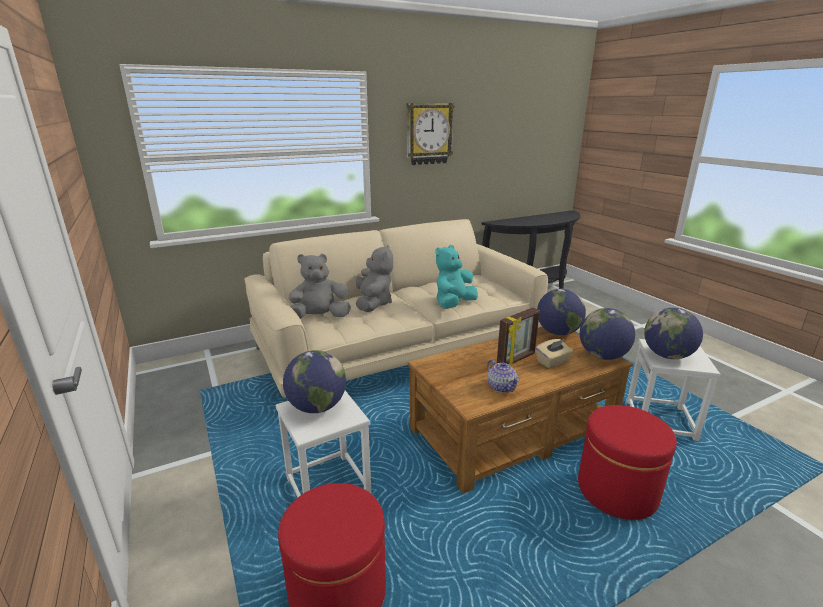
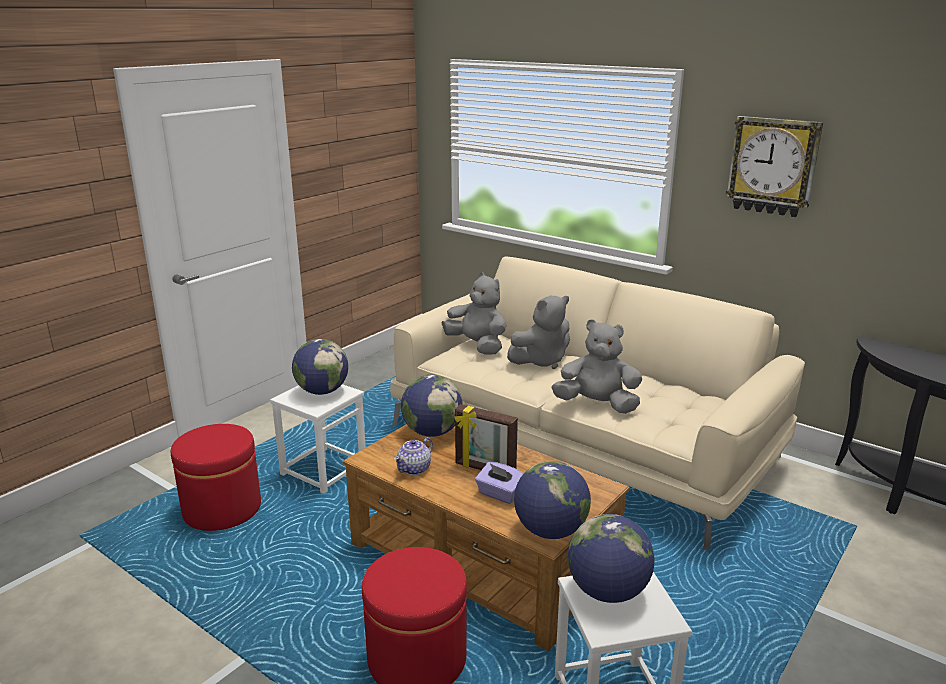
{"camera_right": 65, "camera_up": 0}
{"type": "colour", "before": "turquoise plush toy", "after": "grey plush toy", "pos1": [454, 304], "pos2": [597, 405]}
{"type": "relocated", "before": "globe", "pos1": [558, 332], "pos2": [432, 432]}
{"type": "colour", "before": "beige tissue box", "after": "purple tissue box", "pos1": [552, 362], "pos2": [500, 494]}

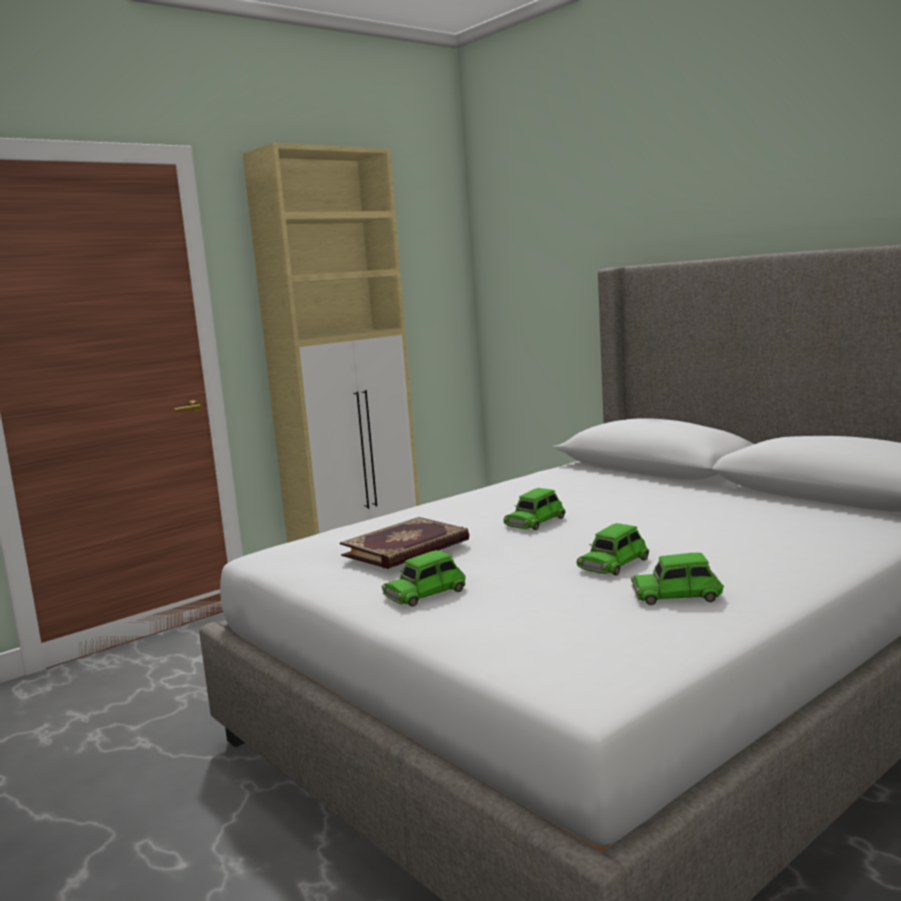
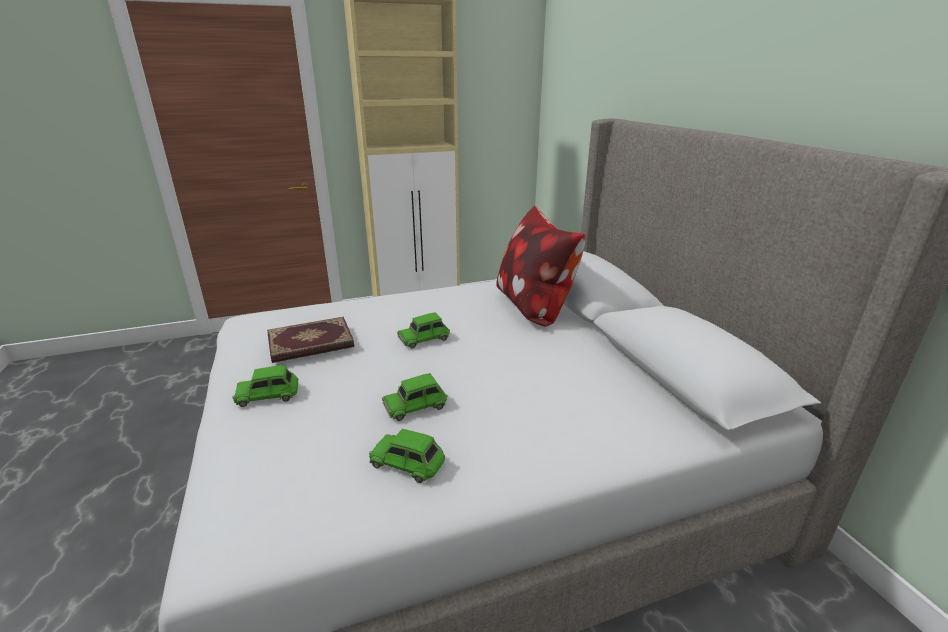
{"camera_right": 20, "camera_up": 15}
{"type": "appeared", "after": "pillow", "pos2": [534, 306]}

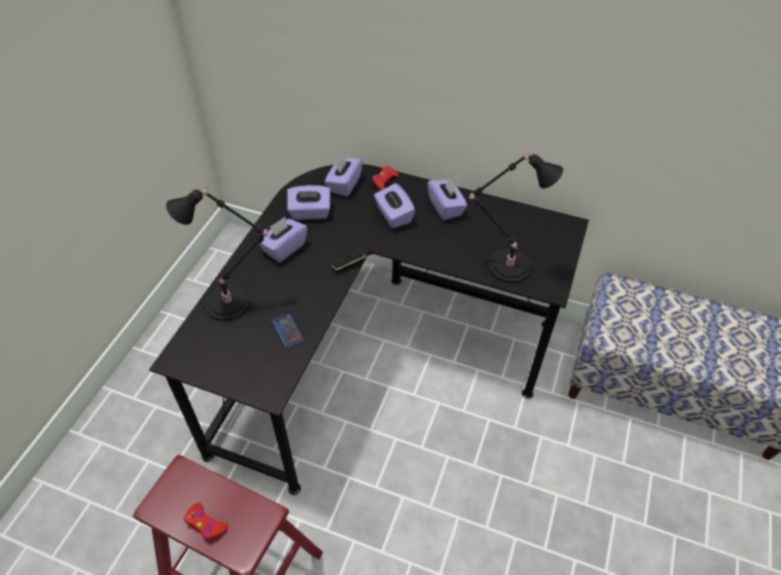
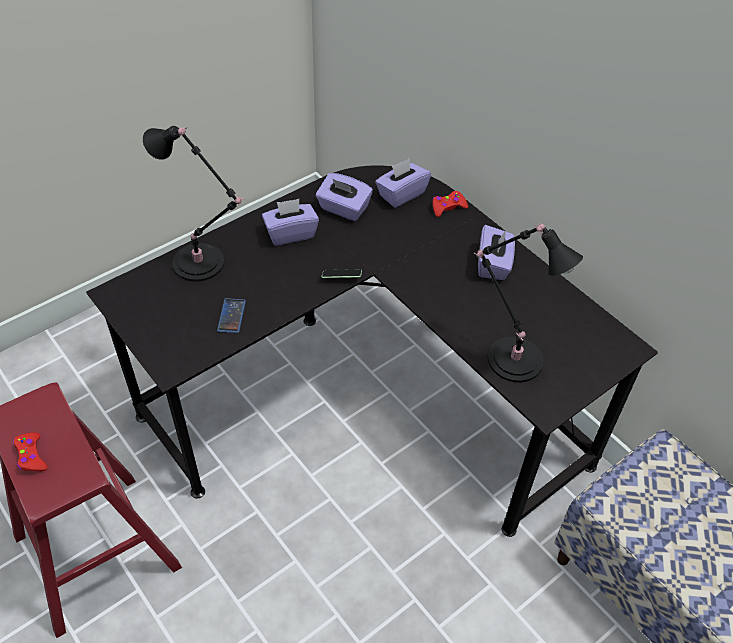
{"camera_right": 30, "camera_up": 0}
{"type": "missing", "before": "purple tissue box", "pos1": [393, 216]}

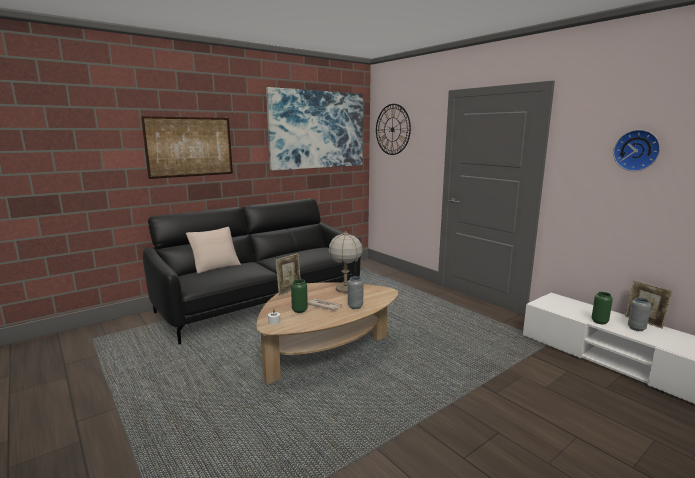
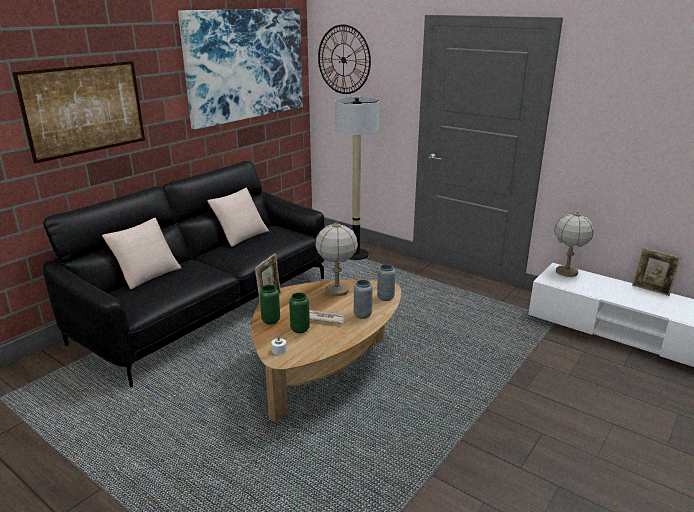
{"camera_right": -15, "camera_up": 10}
{"type": "missing", "before": "wall clock", "pos1": [637, 150]}
{"type": "relocated", "before": "green vase", "pos1": [599, 322], "pos2": [271, 320]}
{"type": "relocated", "before": "grey vase", "pos1": [636, 328], "pos2": [385, 297]}
{"type": "appeared", "after": "floor lamp", "pos2": [356, 255]}
{"type": "appeared", "after": "beige pillow", "pos2": [240, 235]}
{"type": "appeared", "after": "table lamp", "pos2": [566, 272]}

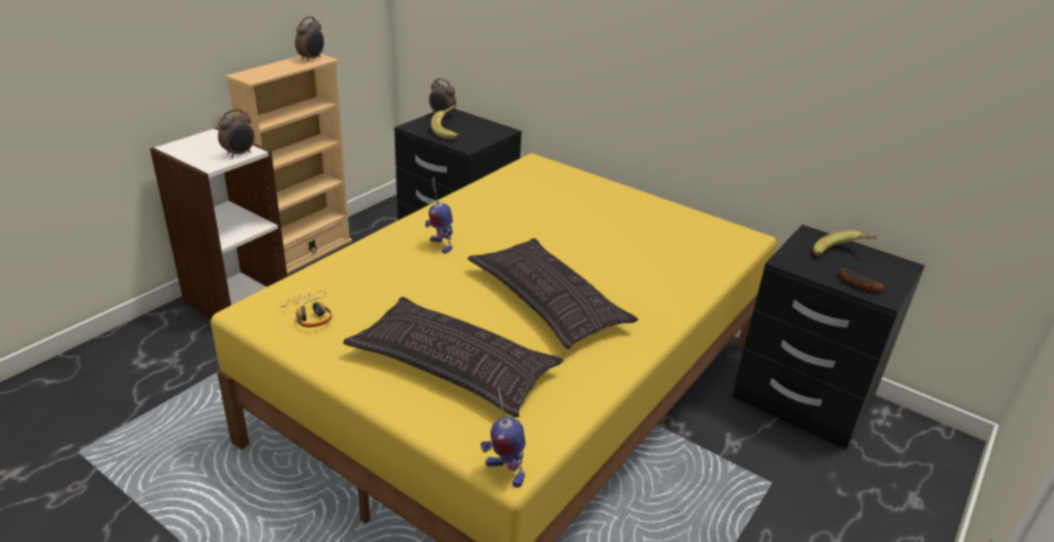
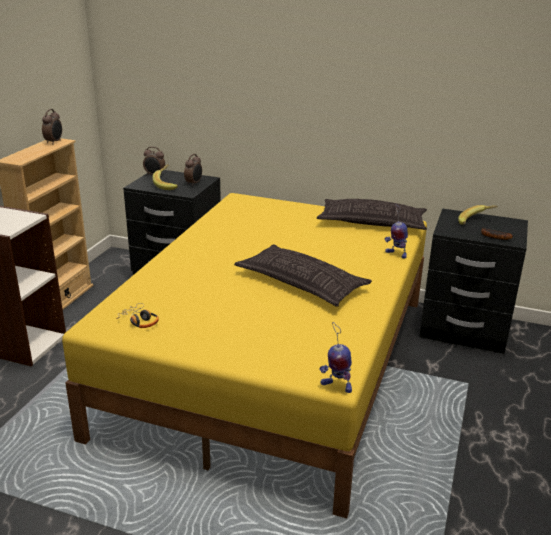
{"camera_right": -15, "camera_up": -5}
{"type": "relocated", "before": "alarm clock", "pos1": [239, 154], "pos2": [194, 183]}
{"type": "relocated", "before": "toy robot", "pos1": [440, 245], "pos2": [396, 254]}
{"type": "relocated", "before": "pillow", "pos1": [453, 365], "pos2": [372, 222]}

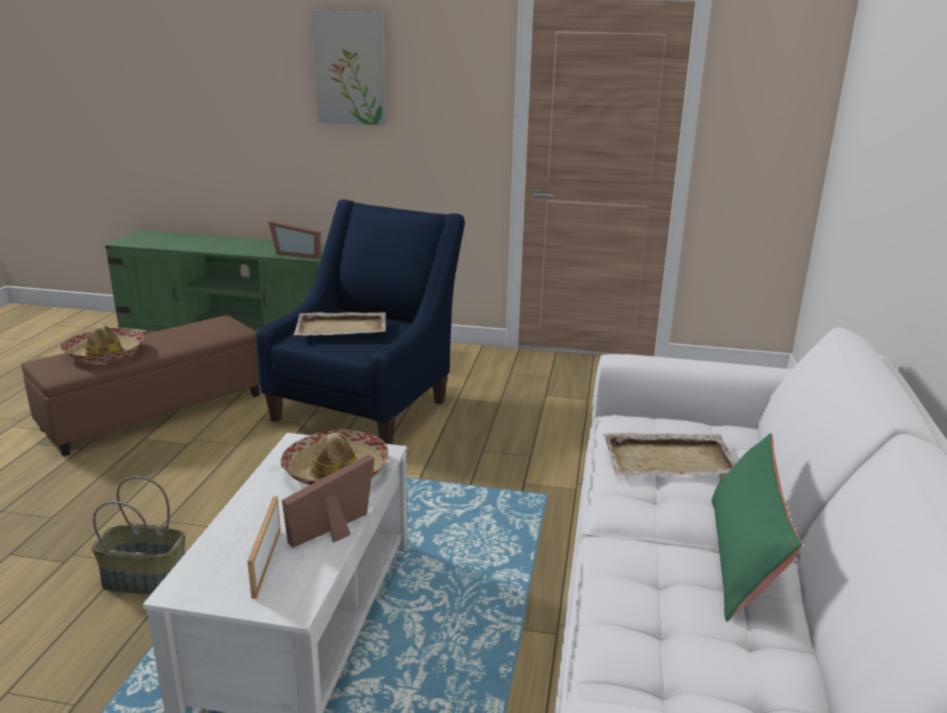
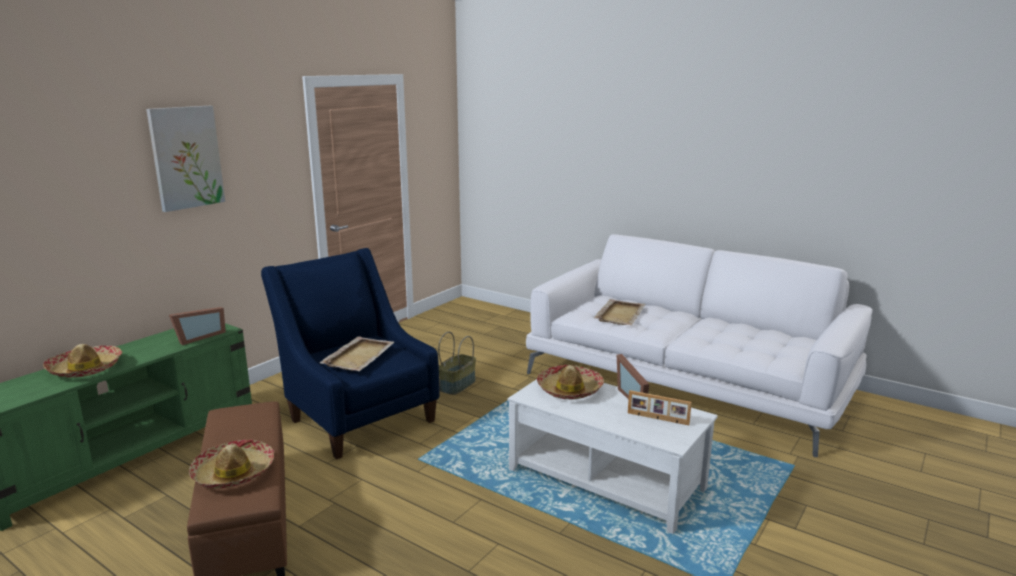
{"camera_right": -65, "camera_up": -5}
{"type": "missing", "before": "green pillow", "pos1": [743, 557]}
{"type": "relocated", "before": "basket", "pos1": [147, 579], "pos2": [457, 385]}
{"type": "appeared", "after": "hat", "pos2": [85, 369]}

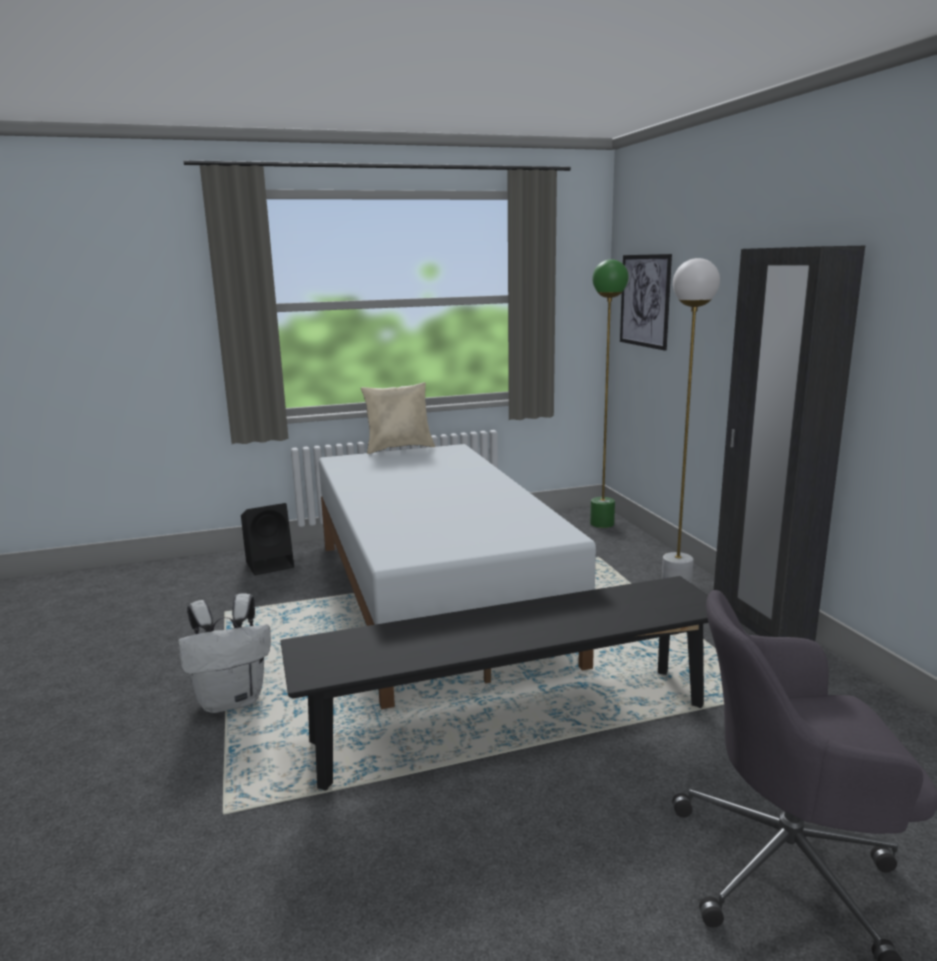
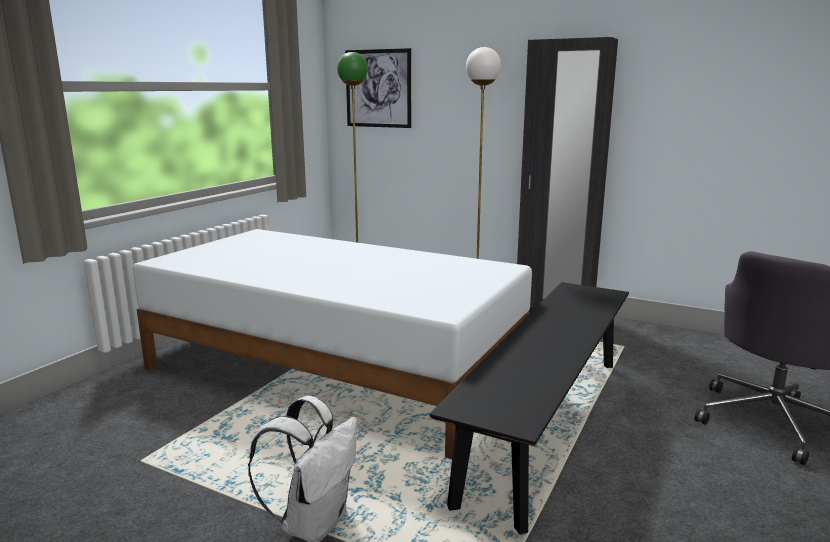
{"camera_right": -45, "camera_up": 0}
{"type": "missing", "before": "beige pillow", "pos1": [399, 448]}
{"type": "missing", "before": "black speaker", "pos1": [271, 564]}

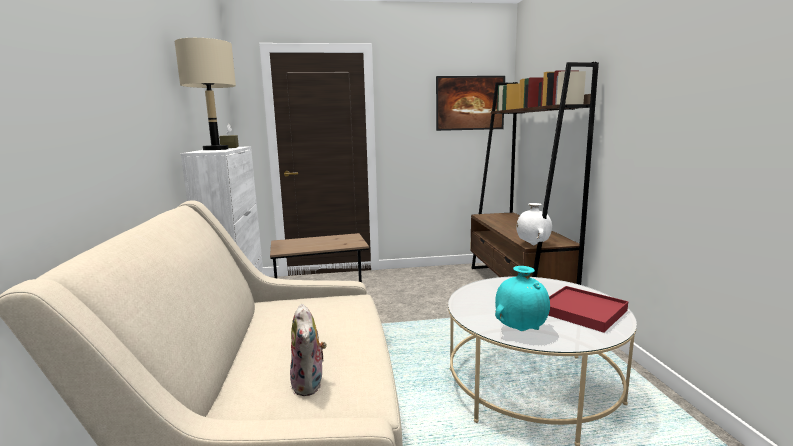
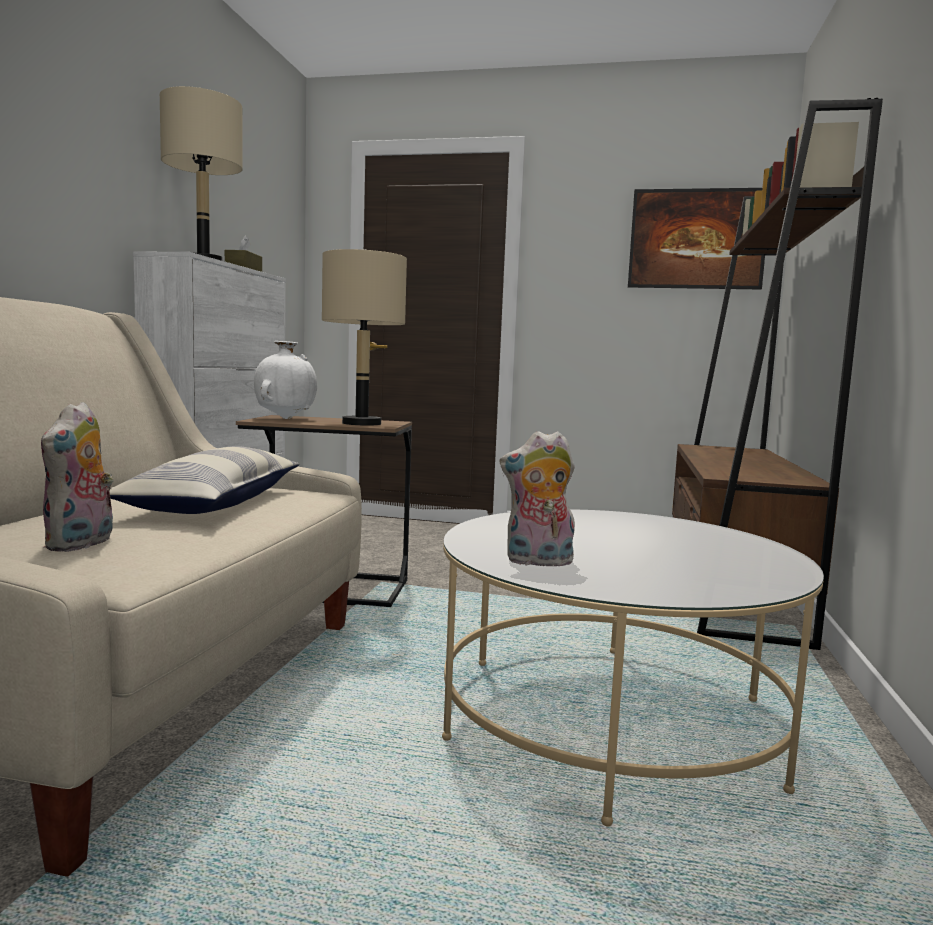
{"camera_right": 20, "camera_up": -5}
{"type": "relocated", "before": "white vase", "pos1": [533, 245], "pos2": [285, 418]}
{"type": "exchanged", "before": "turquoise vase", "after": "plush toy", "pos1": [521, 330], "pos2": [537, 562]}
{"type": "missing", "before": "red tray", "pos1": [583, 311]}
{"type": "appeared", "after": "beige table lamp", "pos2": [362, 424]}
{"type": "appeared", "after": "pillow", "pos2": [214, 503]}

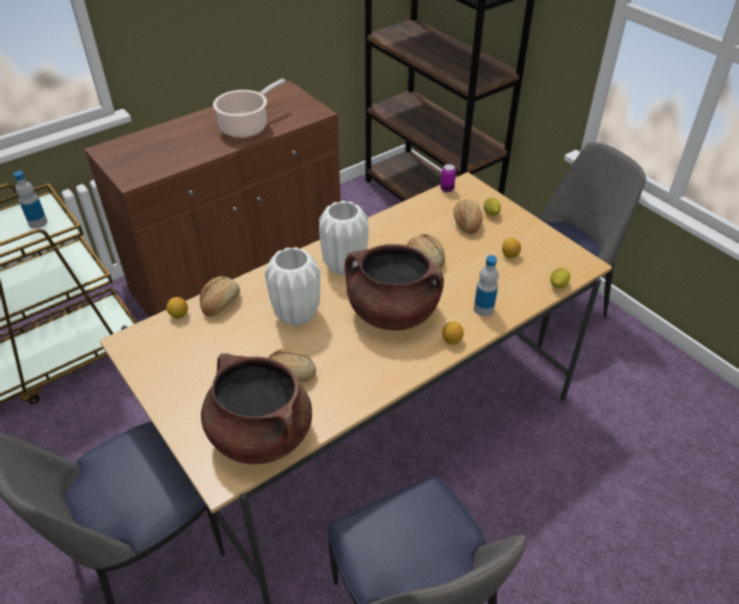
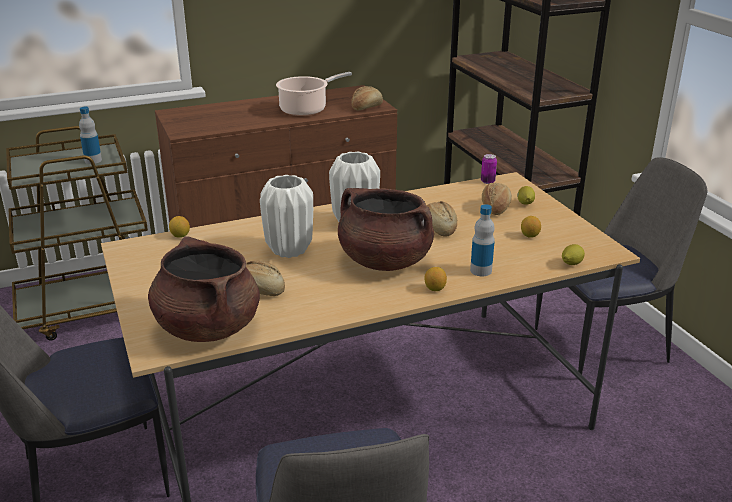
{"camera_right": 15, "camera_up": -15}
{"type": "relocated", "before": "bread", "pos1": [220, 303], "pos2": [366, 107]}

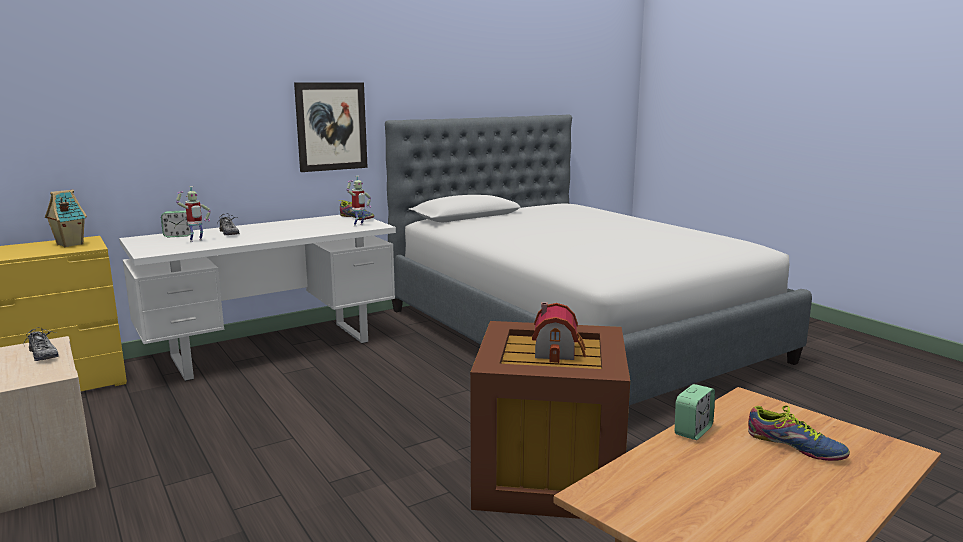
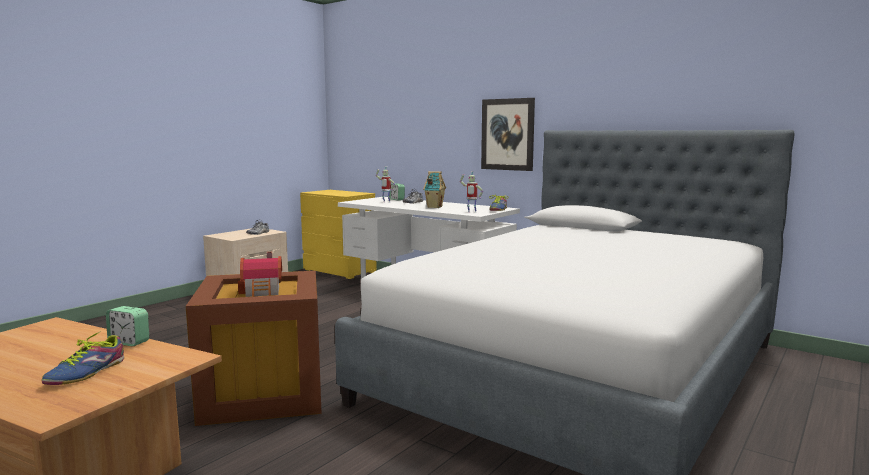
{"camera_right": 70, "camera_up": -5}
{"type": "relocated", "before": "toy house", "pos1": [69, 244], "pos2": [434, 207]}

